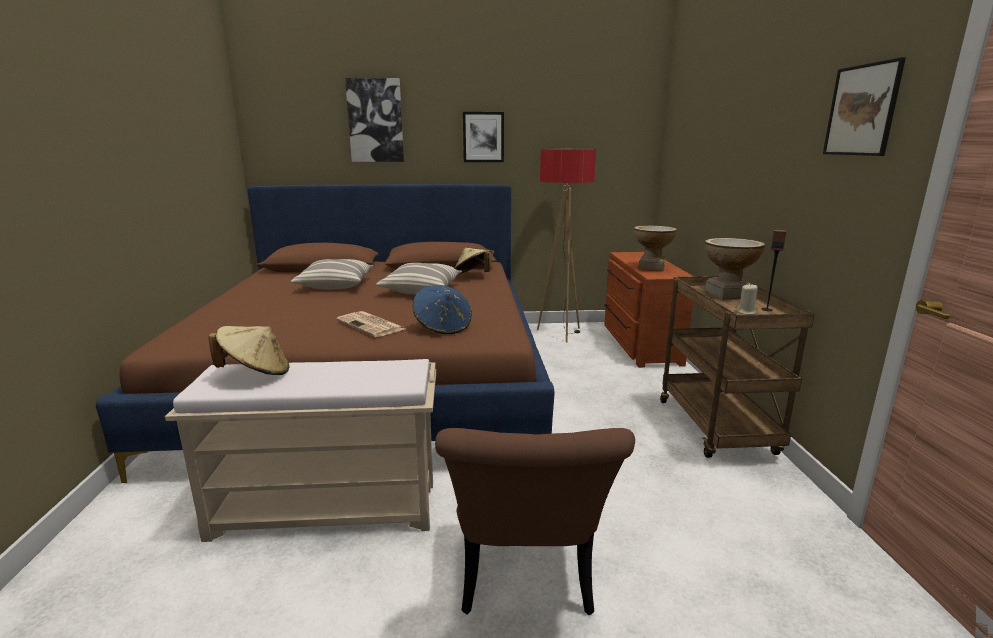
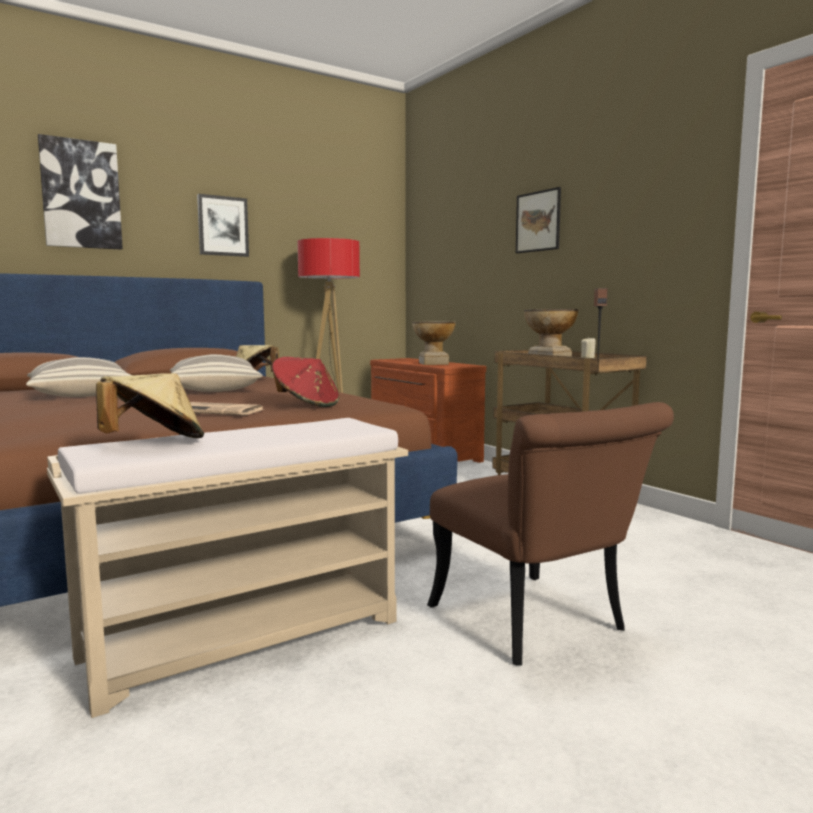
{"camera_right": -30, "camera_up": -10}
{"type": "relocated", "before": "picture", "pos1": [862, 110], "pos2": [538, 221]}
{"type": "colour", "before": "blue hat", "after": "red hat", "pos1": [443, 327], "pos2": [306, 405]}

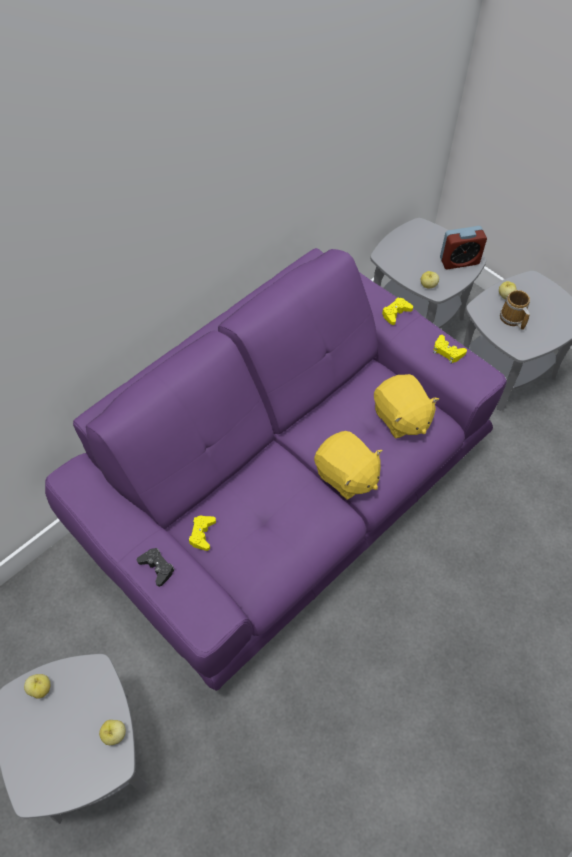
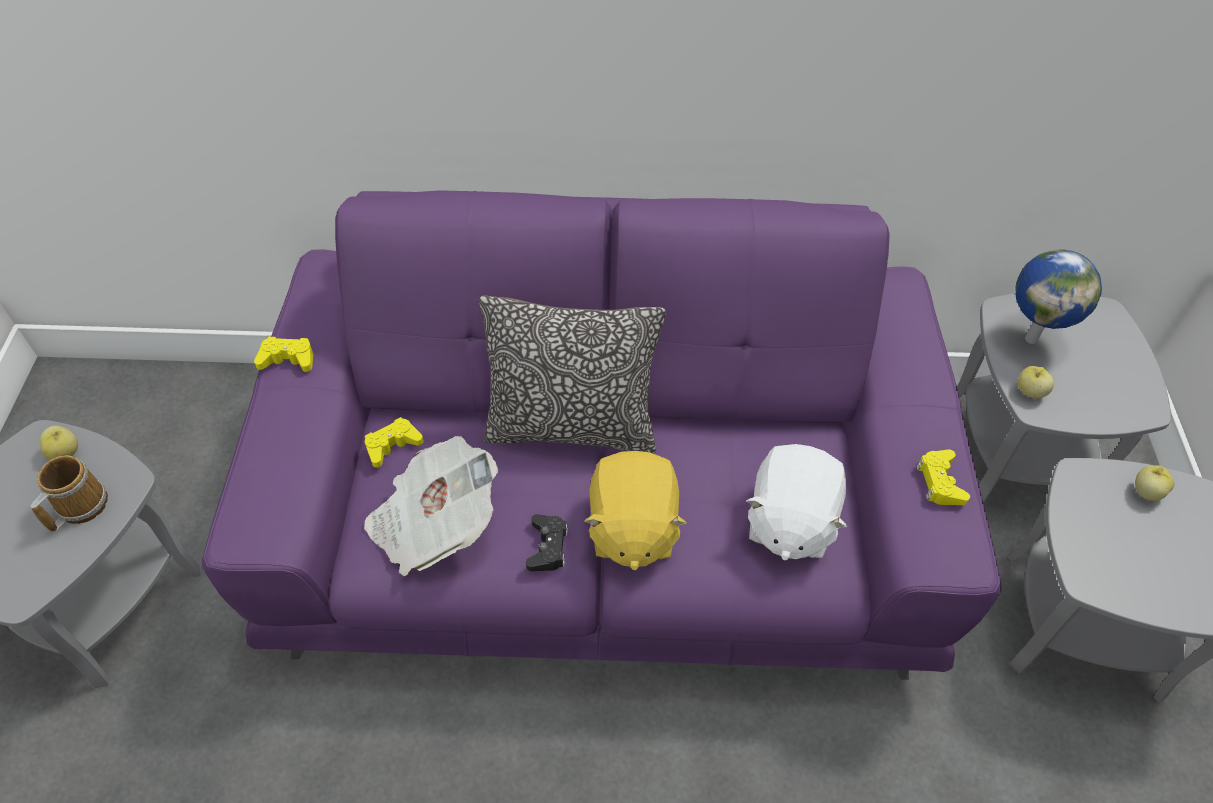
{"camera_right": 45, "camera_up": -5}
{"type": "missing", "before": "alarm clock", "pos1": [459, 261]}
{"type": "relocated", "before": "mug", "pos1": [512, 318], "pos2": [79, 506]}
{"type": "relocated", "before": "yellow game controller", "pos1": [396, 313], "pos2": [288, 359]}
{"type": "colour", "before": "yellow plush toy", "after": "white plush toy", "pos1": [401, 418], "pos2": [789, 522]}
{"type": "relocated", "before": "black game controller", "pos1": [157, 567], "pos2": [548, 547]}
{"type": "missing", "before": "apple", "pos1": [114, 735]}
{"type": "appeared", "after": "globe", "pos2": [1031, 338]}
{"type": "appeared", "after": "pillow", "pos2": [572, 428]}
{"type": "appeared", "after": "newspaper", "pos2": [434, 523]}

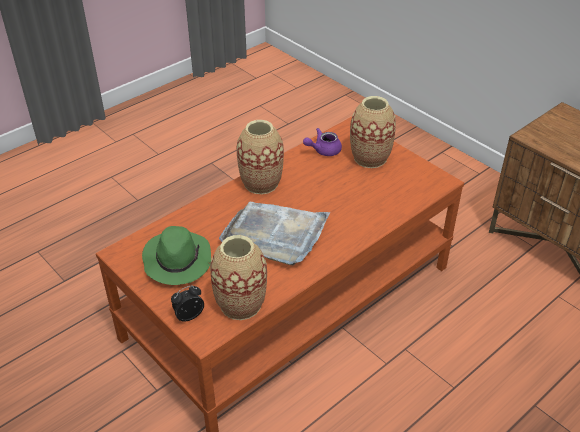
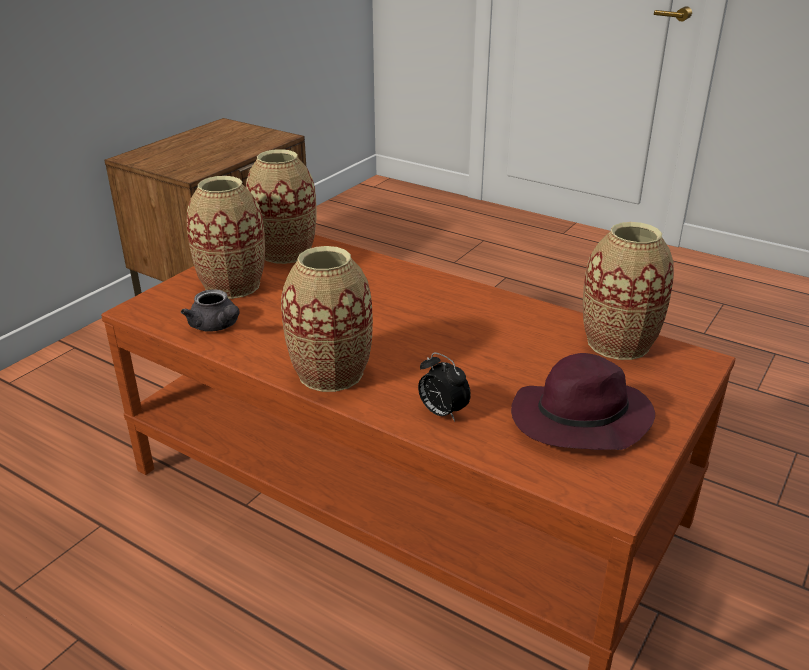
{"camera_right": -105, "camera_up": -10}
{"type": "colour", "before": "purple teapot", "after": "grey teapot", "pos1": [323, 150], "pos2": [216, 326]}
{"type": "missing", "before": "grey tray", "pos1": [275, 235]}
{"type": "colour", "before": "green hat", "after": "purple hat", "pos1": [177, 260], "pos2": [579, 421]}
{"type": "relocated", "before": "alarm clock", "pos1": [189, 315], "pos2": [441, 412]}
{"type": "appeared", "after": "vase", "pos2": [285, 252]}

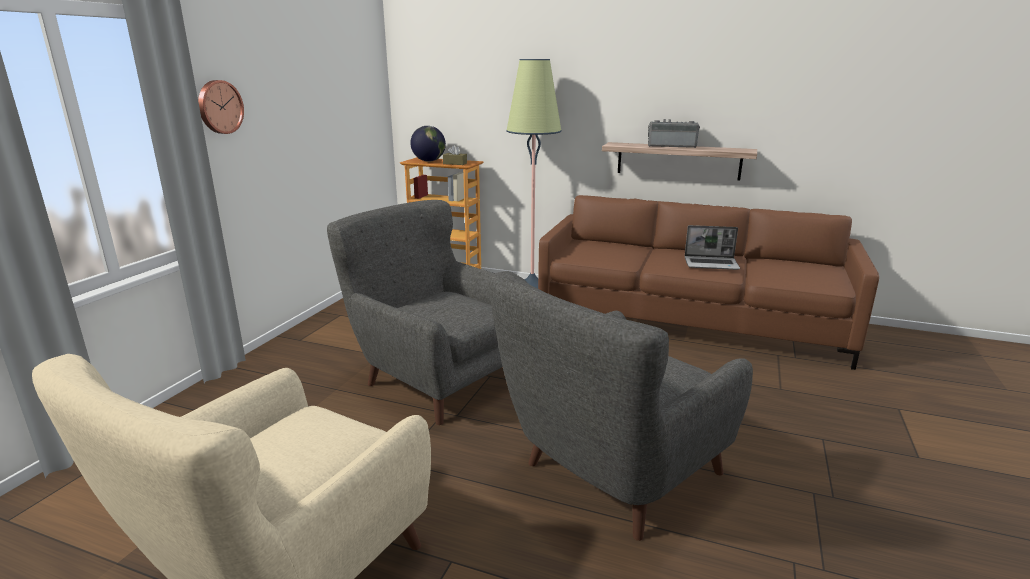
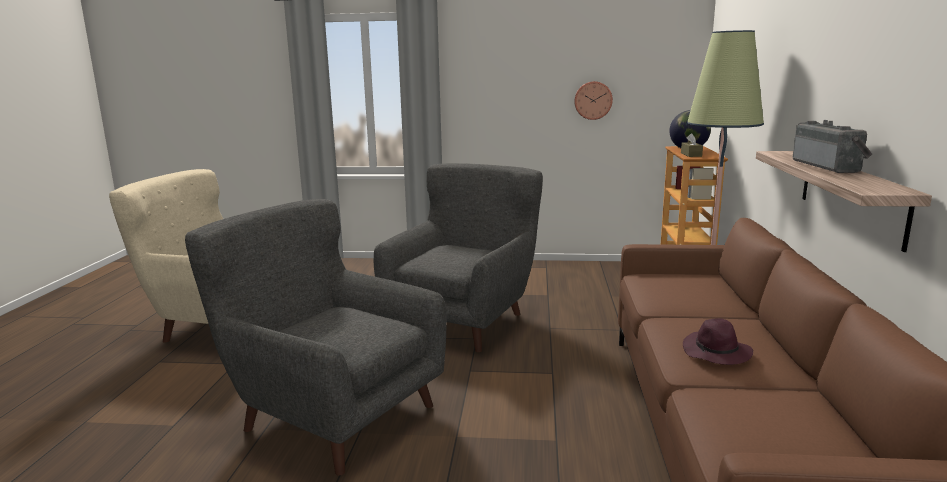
{"camera_right": 75, "camera_up": -5}
{"type": "relocated", "before": "wall clock", "pos1": [219, 107], "pos2": [593, 100]}
{"type": "exchanged", "before": "laptop", "after": "purple hat", "pos1": [711, 264], "pos2": [717, 352]}

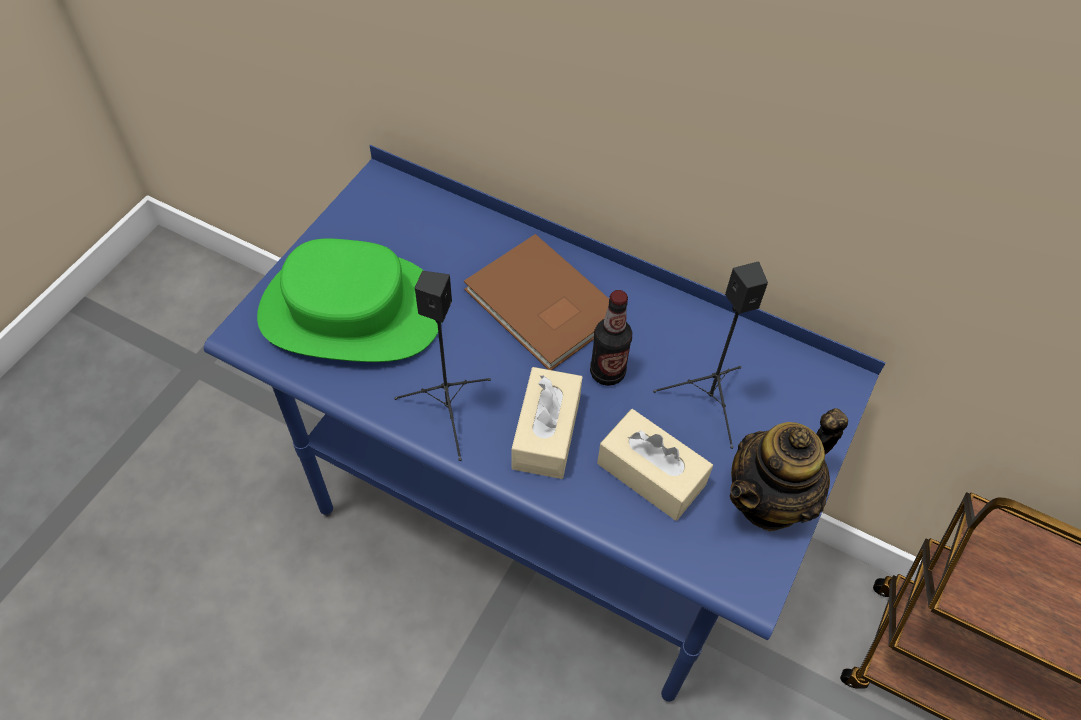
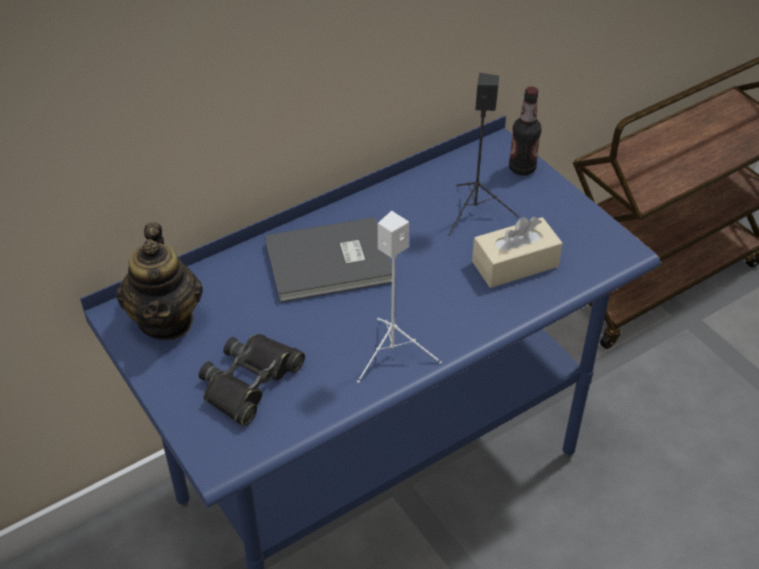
{"camera_right": -60, "camera_up": -10}
{"type": "colour", "before": "brown book", "after": "grey book", "pos1": [541, 307], "pos2": [331, 264]}
{"type": "exchanged", "before": "green hat", "after": "black binoculars", "pos1": [350, 313], "pos2": [250, 382]}
{"type": "colour", "before": "black speaker", "after": "white speaker", "pos1": [449, 410], "pos2": [391, 353]}
{"type": "relocated", "before": "bottle", "pos1": [607, 372], "pos2": [522, 168]}
{"type": "missing", "before": "beige tissue box", "pos1": [546, 432]}
{"type": "relocated", "before": "teapot", "pos1": [770, 499], "pos2": [166, 320]}

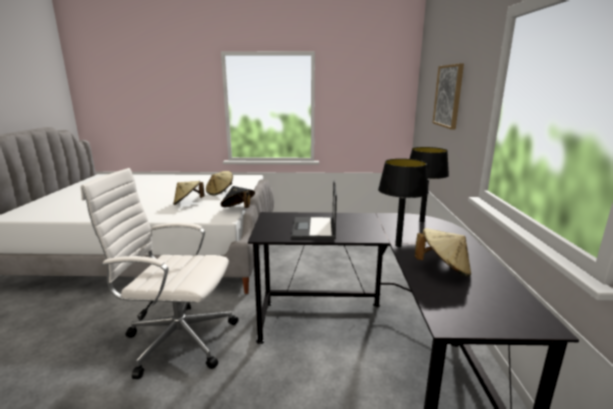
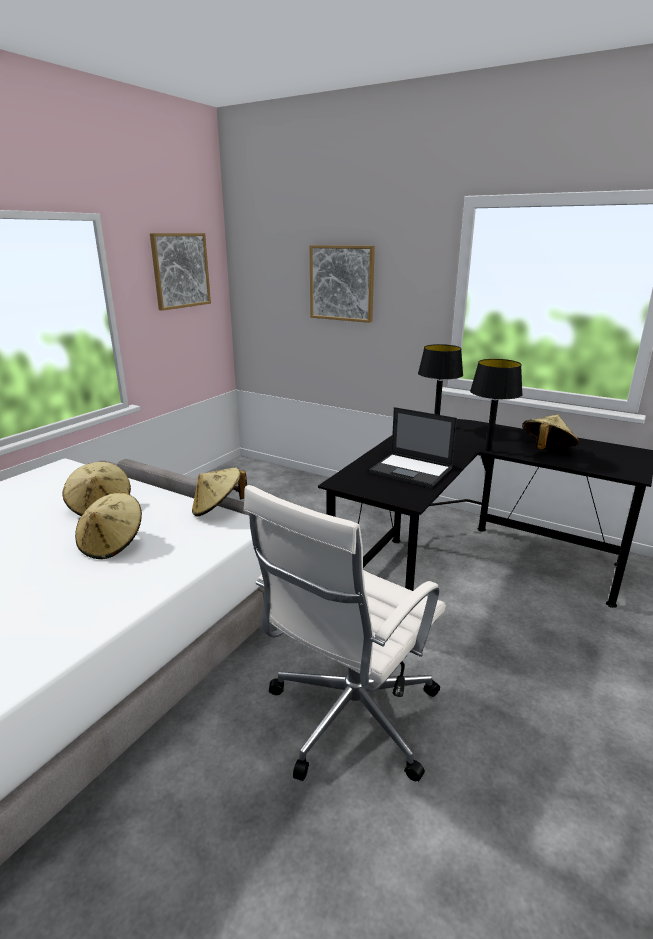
{"camera_right": -60, "camera_up": 5}
{"type": "colour", "before": "black hat", "after": "beige hat", "pos1": [238, 209], "pos2": [218, 509]}
{"type": "appeared", "after": "picture", "pos2": [180, 270]}

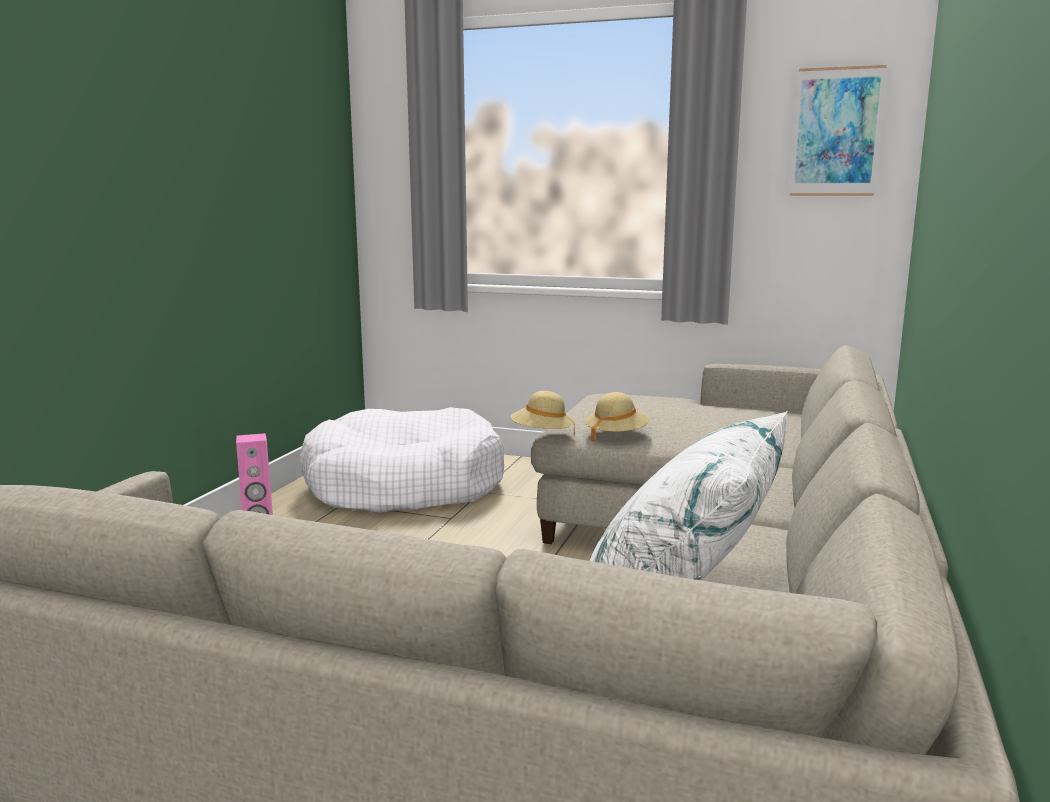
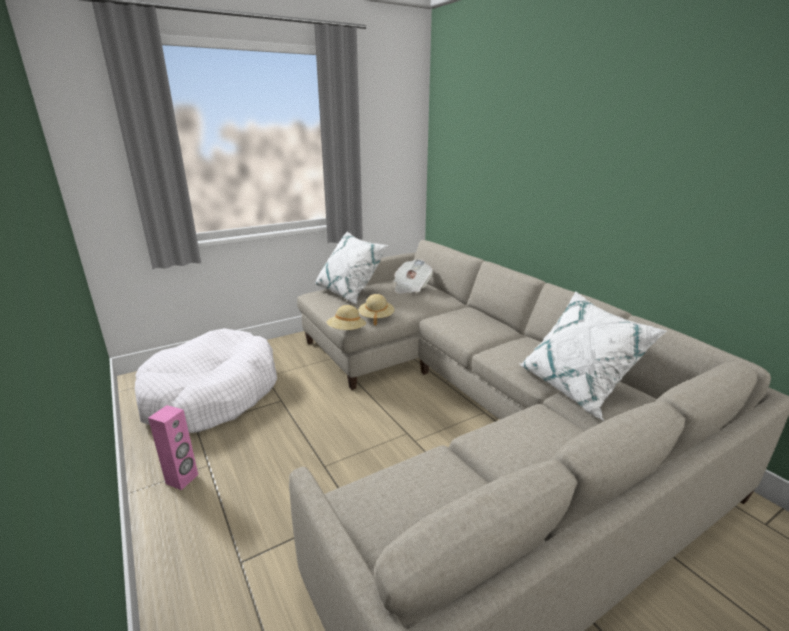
{"camera_right": -50, "camera_up": 10}
{"type": "missing", "before": "picture", "pos1": [836, 132]}
{"type": "appeared", "after": "white pillow", "pos2": [350, 292]}
{"type": "appeared", "after": "newspaper", "pos2": [411, 287]}

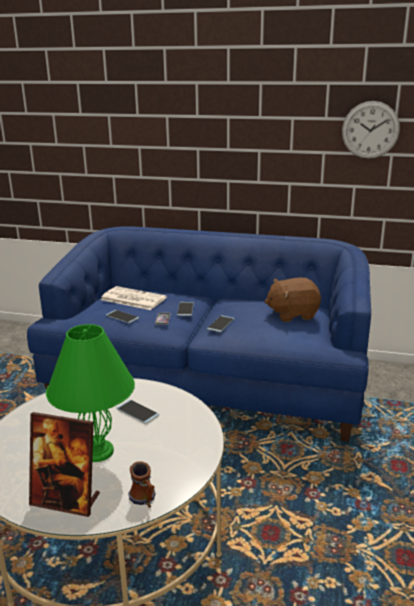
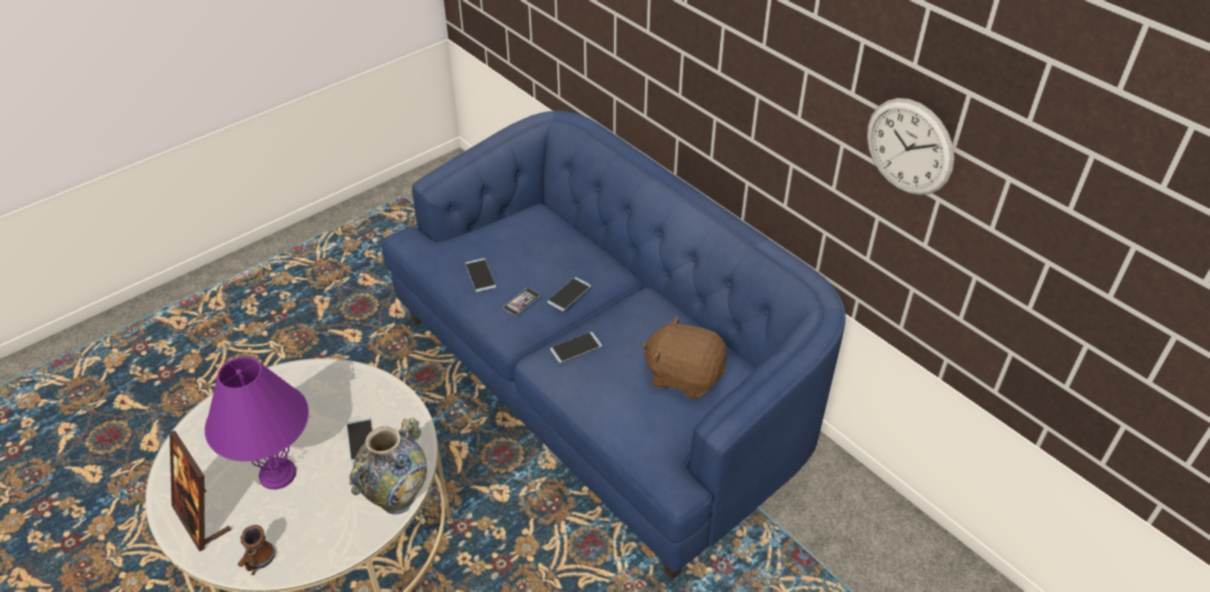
{"camera_right": 35, "camera_up": 20}
{"type": "missing", "before": "newspaper", "pos1": [132, 299]}
{"type": "colour", "before": "green table lamp", "after": "purple table lamp", "pos1": [98, 451], "pos2": [278, 475]}
{"type": "appeared", "after": "vase", "pos2": [398, 499]}

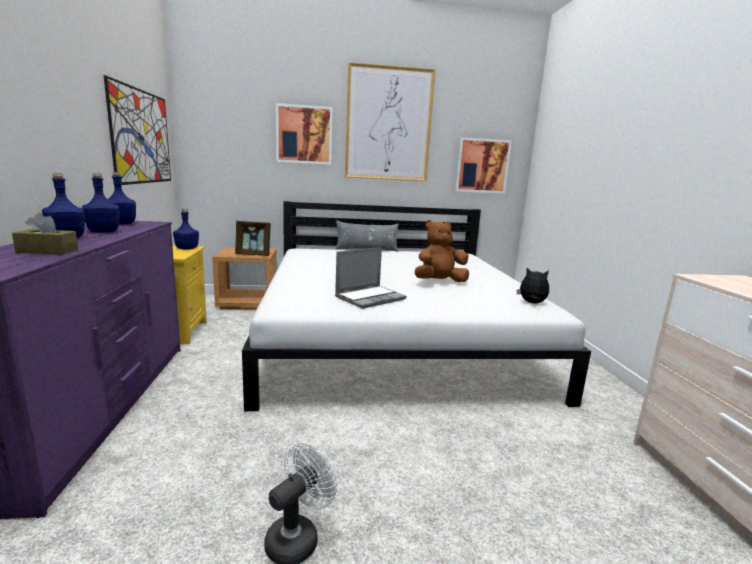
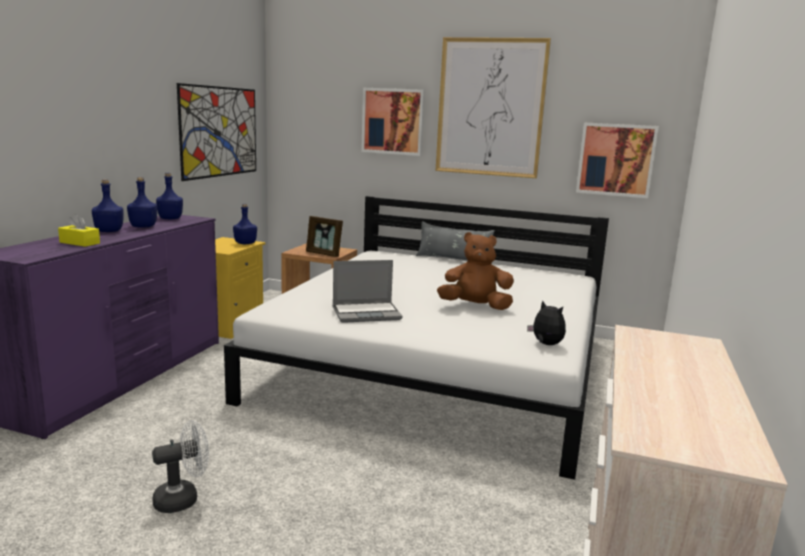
{"camera_right": 25, "camera_up": 0}
{"type": "colour", "before": "brown tissue box", "after": "yellow tissue box", "pos1": [47, 251], "pos2": [79, 243]}

